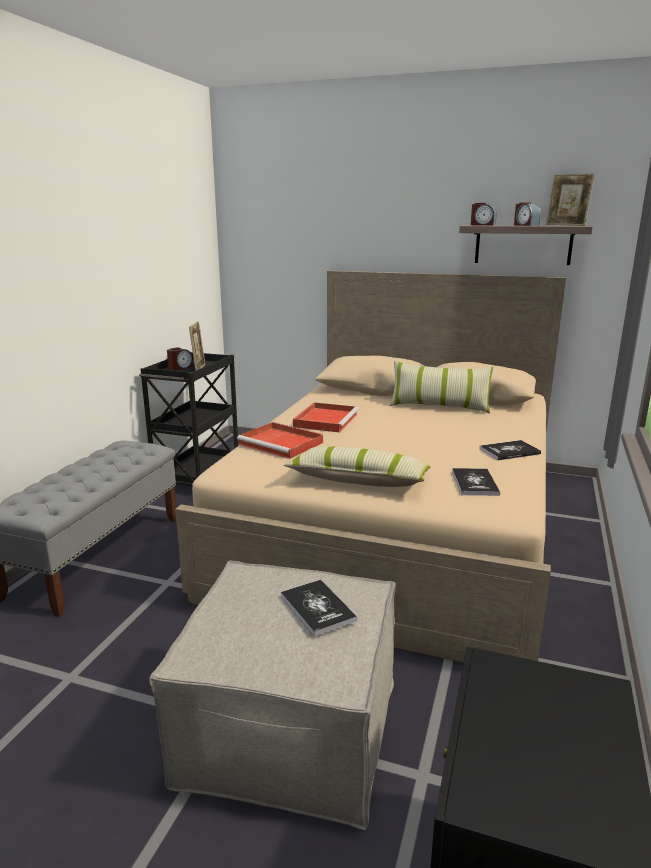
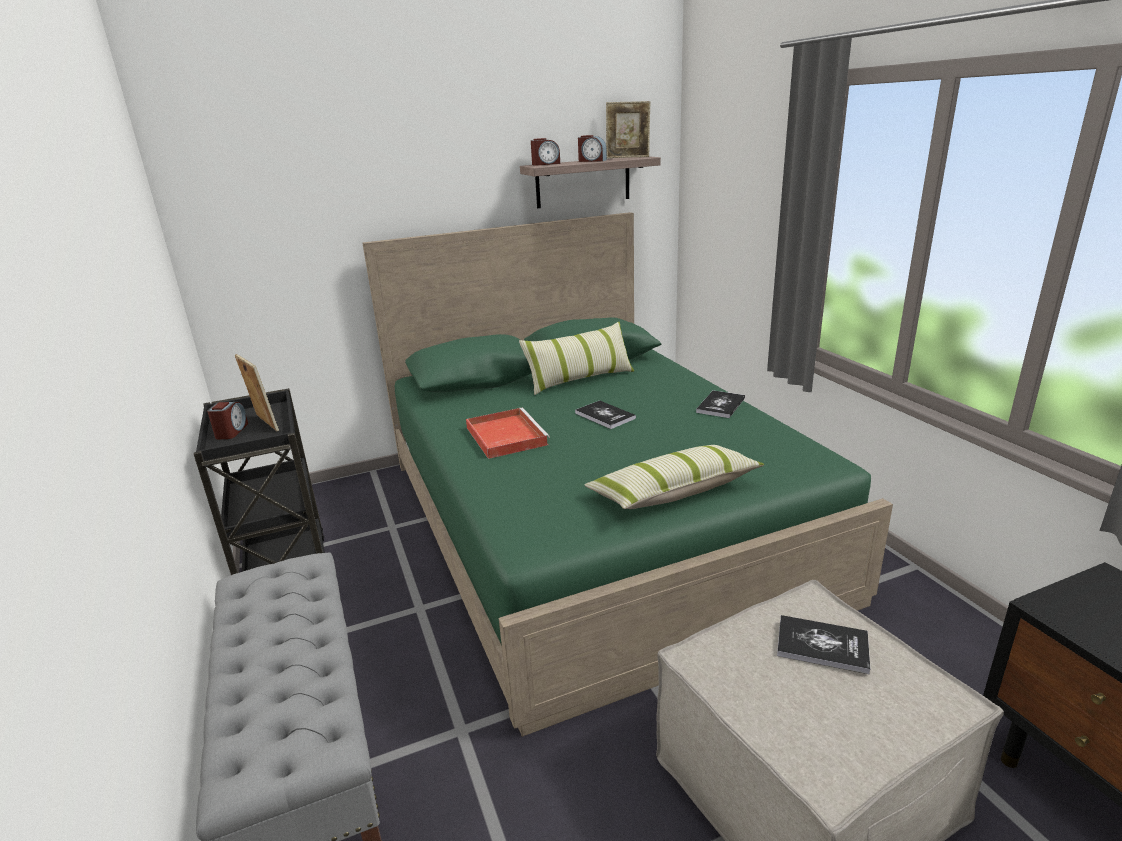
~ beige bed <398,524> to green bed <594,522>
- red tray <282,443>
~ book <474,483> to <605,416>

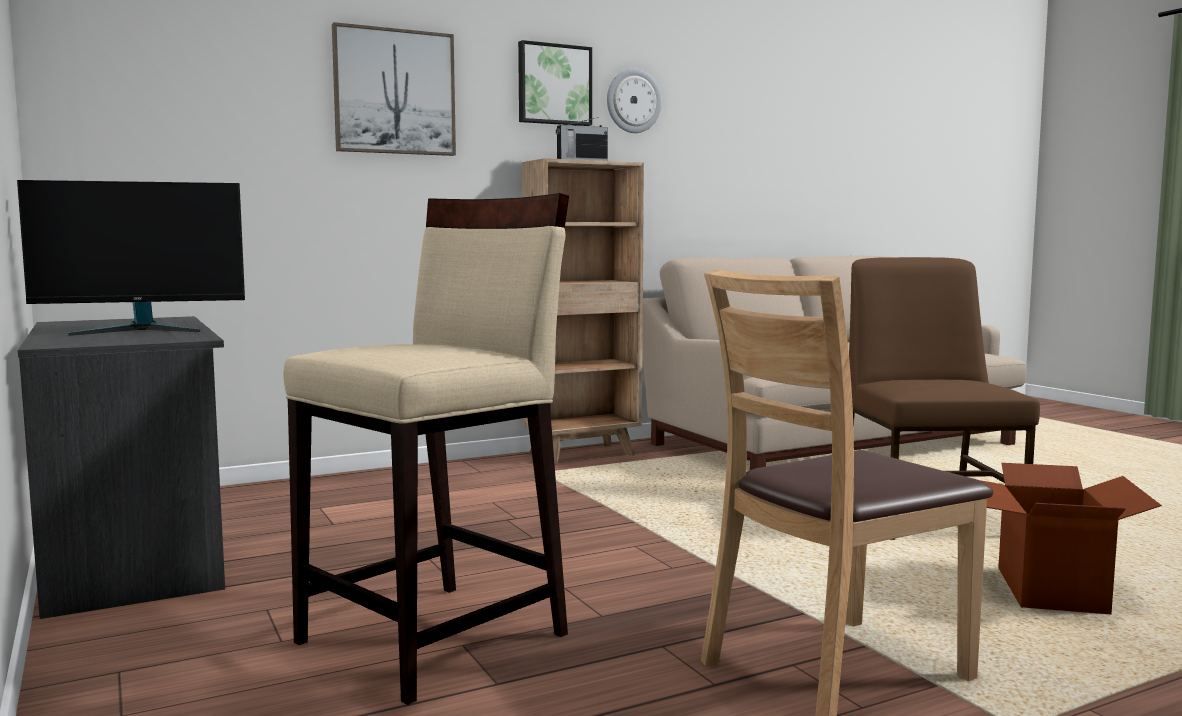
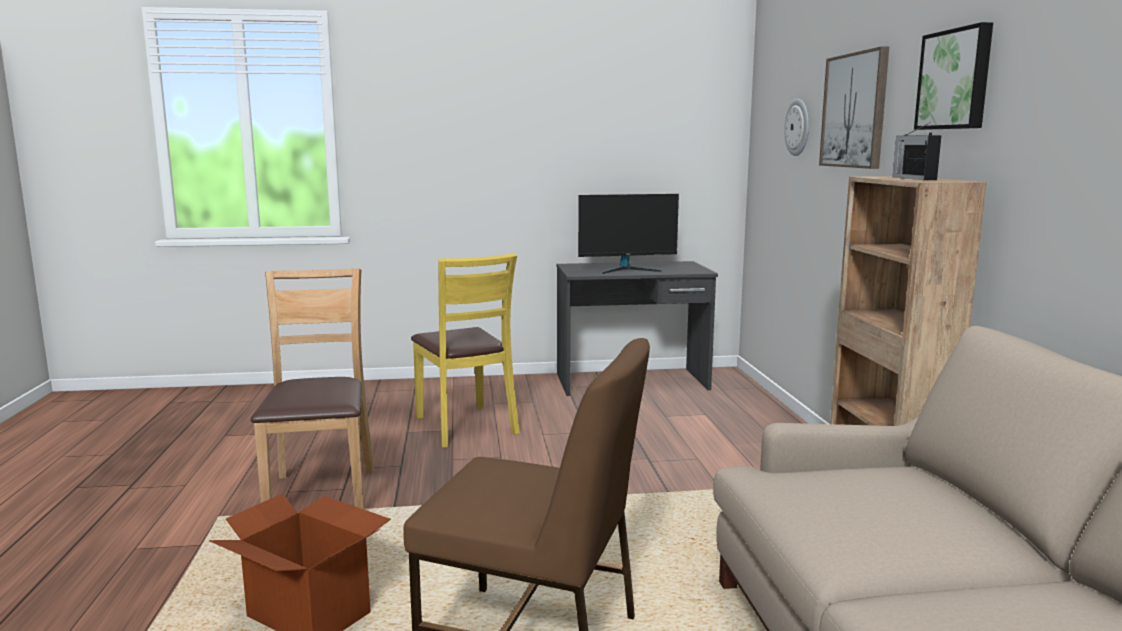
~ wall clock <633,101> to <798,127>
~ monitor <142,330> = <627,269> 105 degrees counterclockwise
~ beige stool <436,637> to yellow chair <465,426>

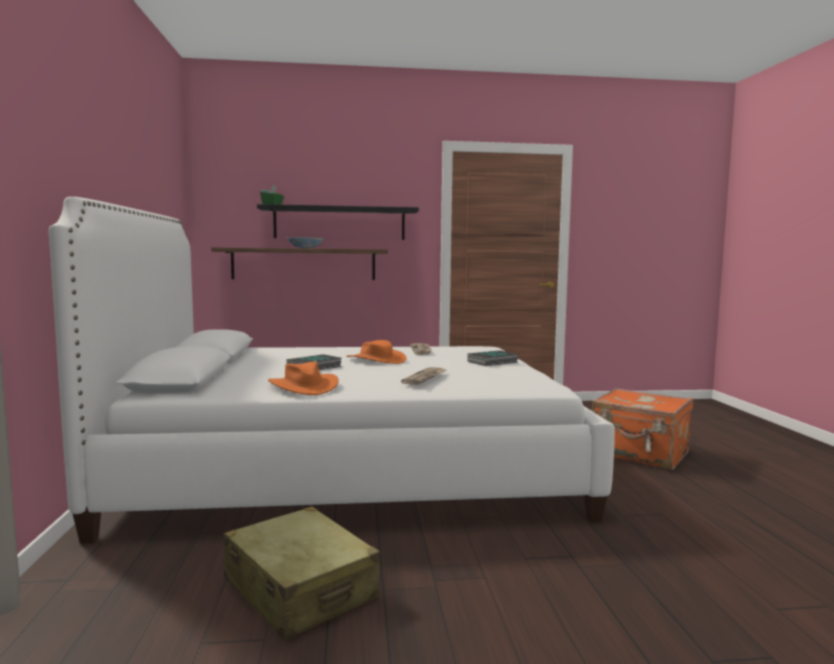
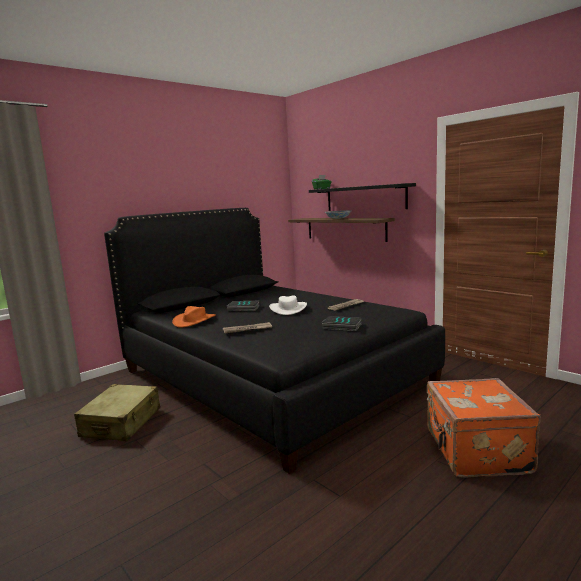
~ white bed <350,467> to black bed <270,376>
~ orange hat <376,359> to white hat <288,309>

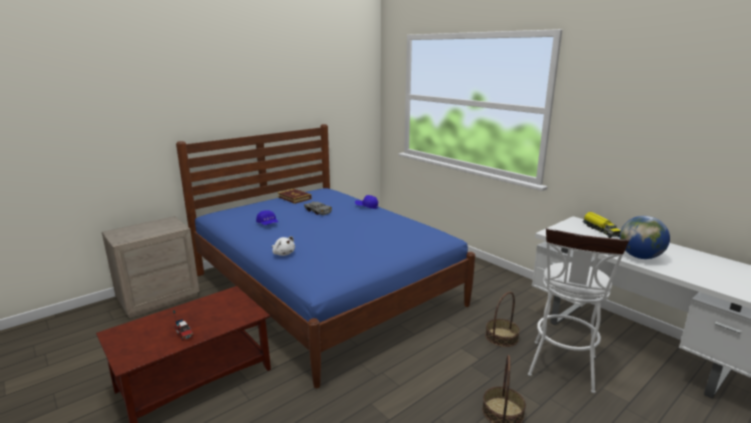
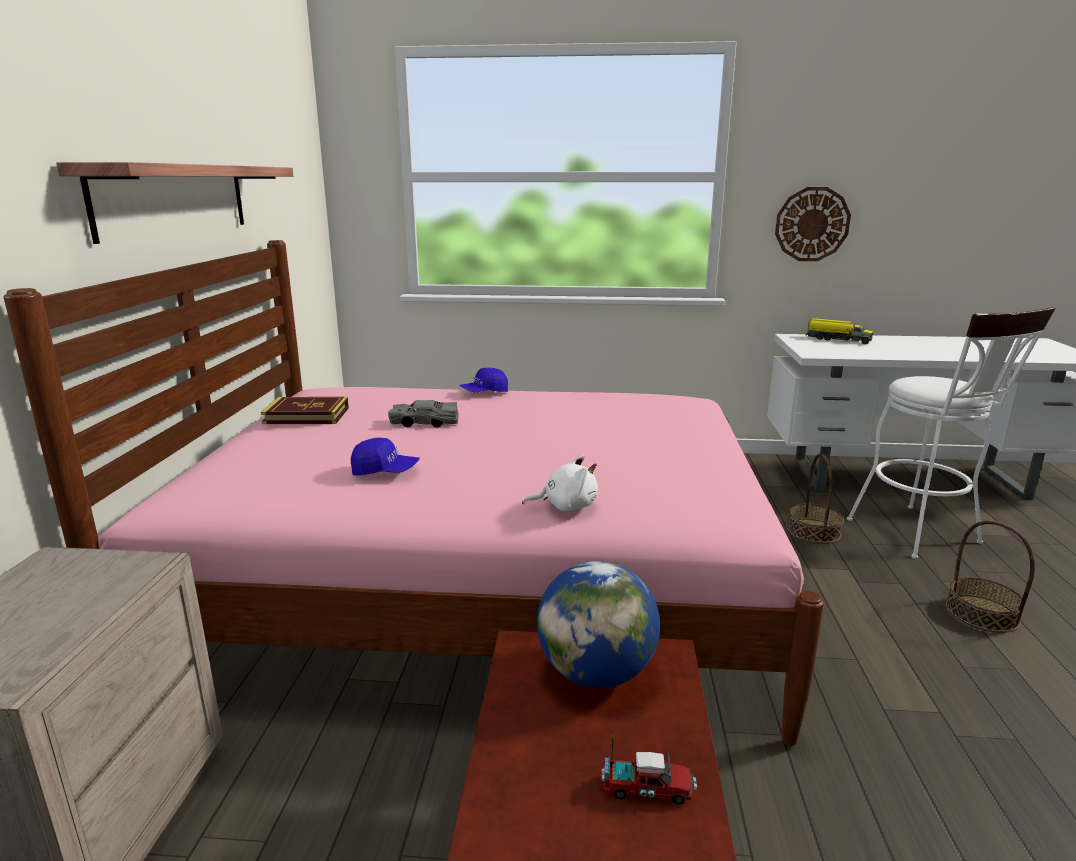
~ blue bed <324,289> to pink bed <481,588>
~ globe <639,257> to <596,673>
+ shelf <175,199>
+ wall clock <812,224>

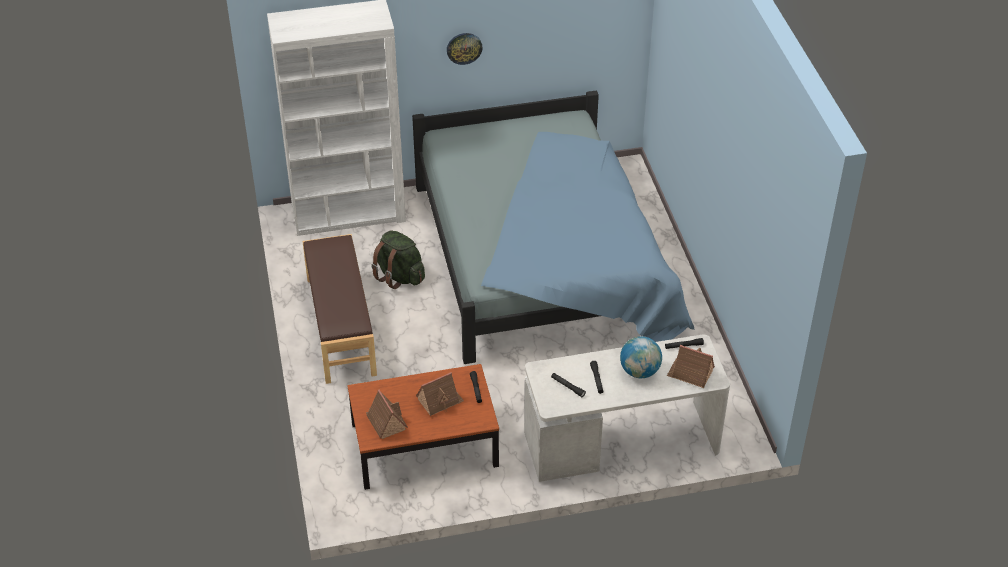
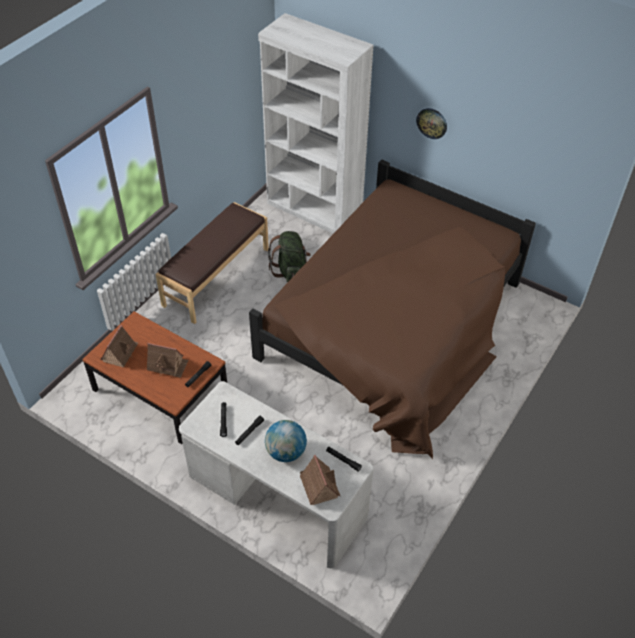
~ blue bed <544,260> to brown bed <394,327>

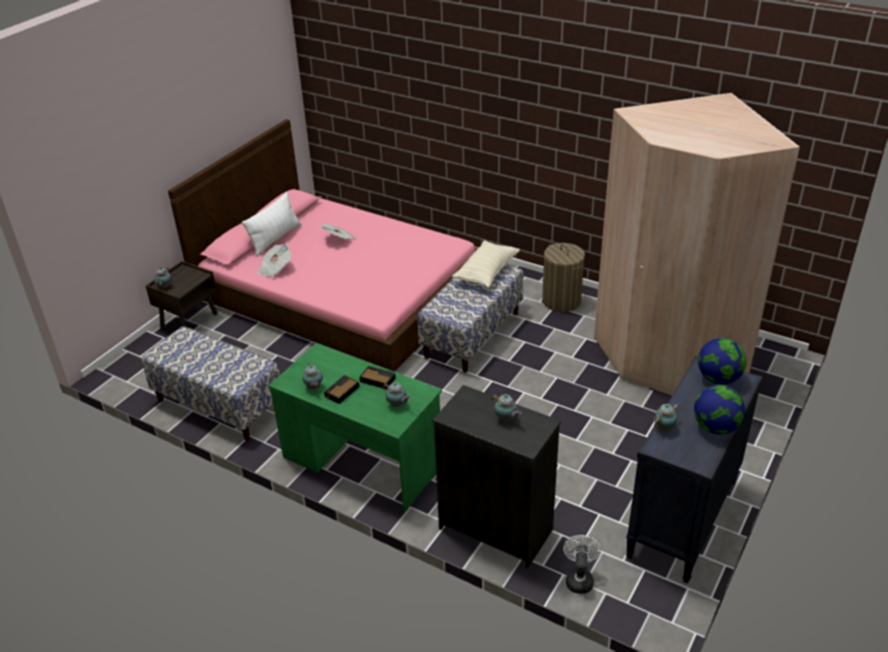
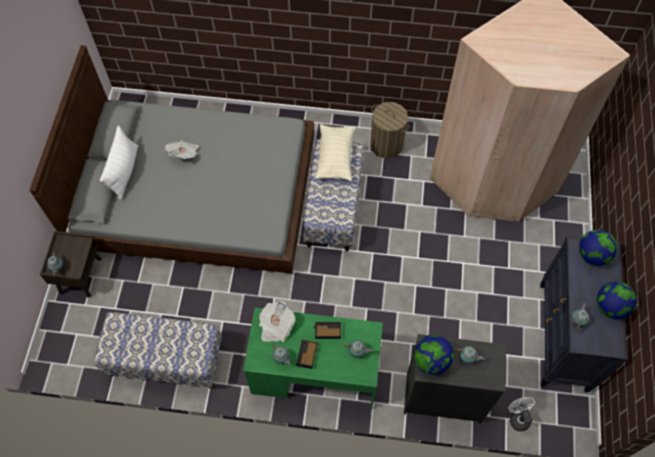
~ pink bed <340,290> to grey bed <196,192>
~ newspaper <275,269> to <275,326>
+ globe <431,360>

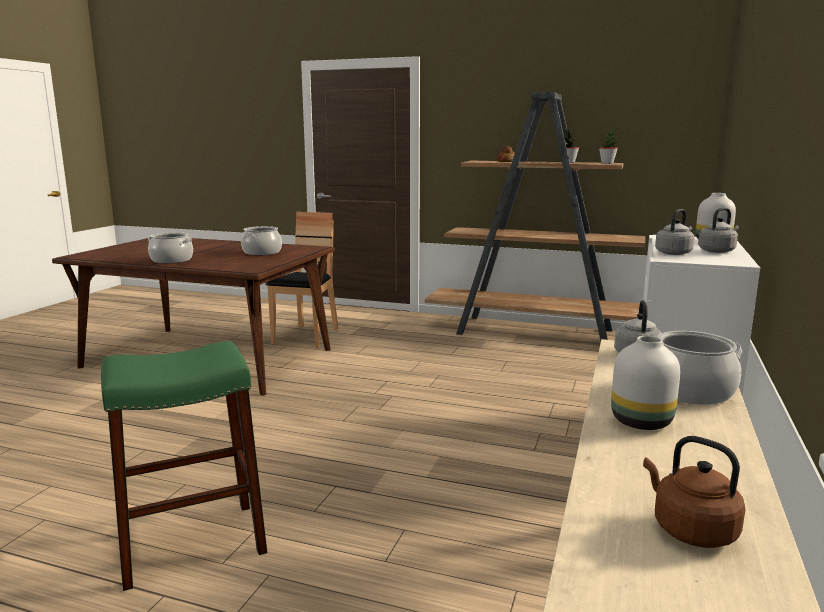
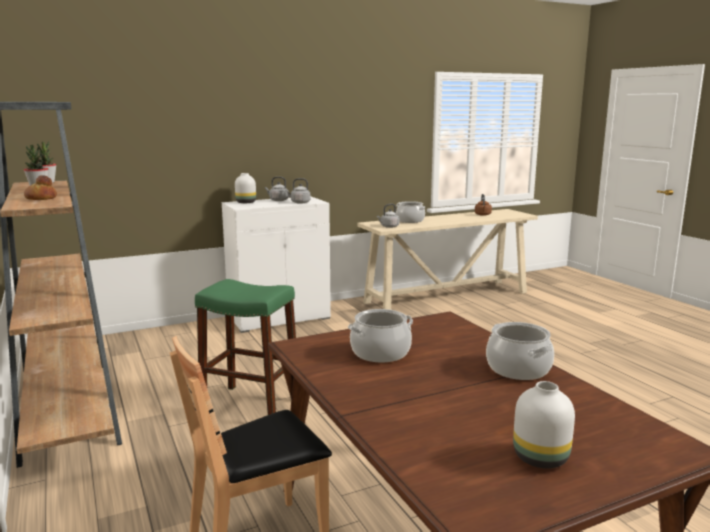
~ white vase <639,421> to <541,459>
~ green stool <192,543> to <250,405>

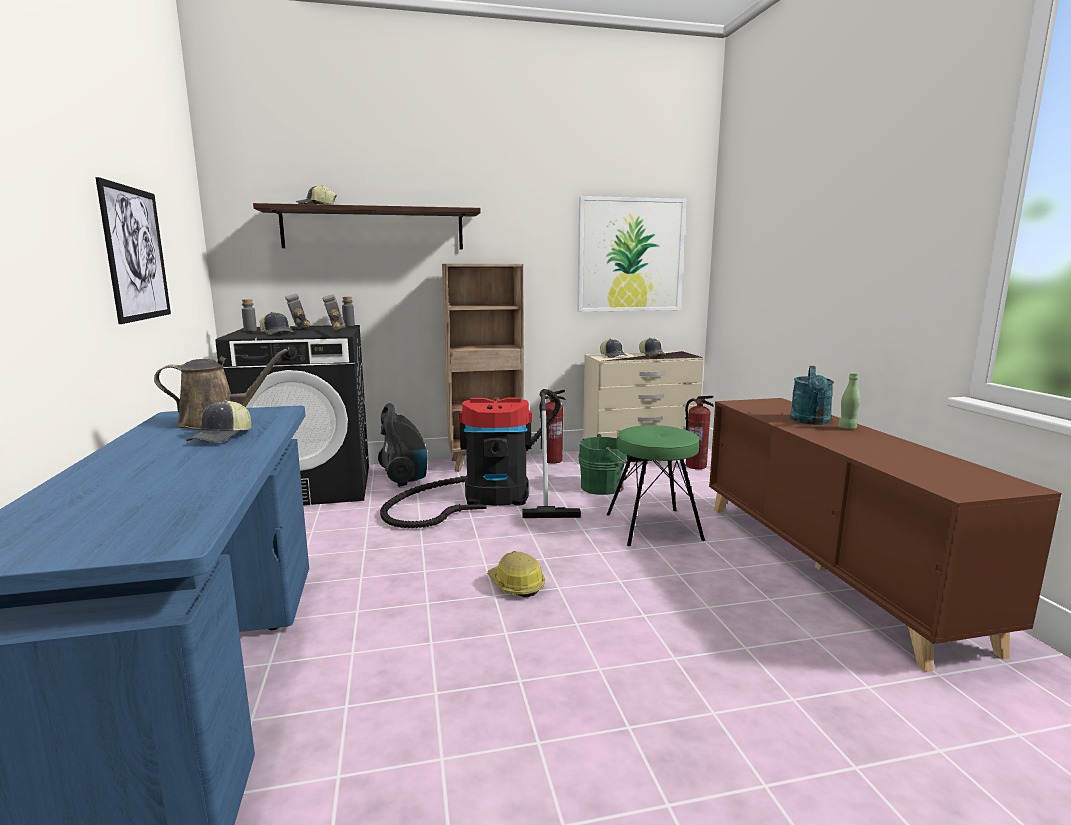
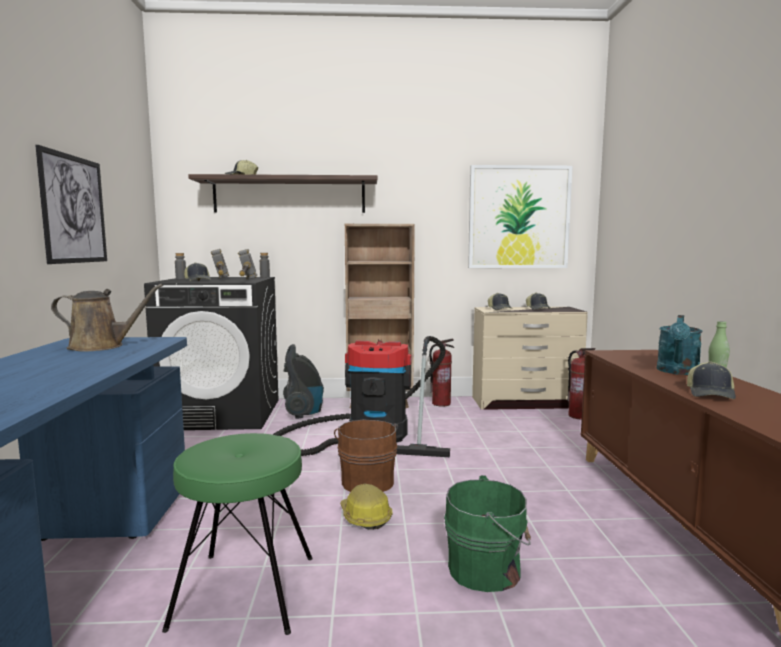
~ cap <222,437> to <711,394>
~ green stool <654,527> to <245,591>
~ green bucket <604,487> to <487,569>
+ brown bucket <367,481>

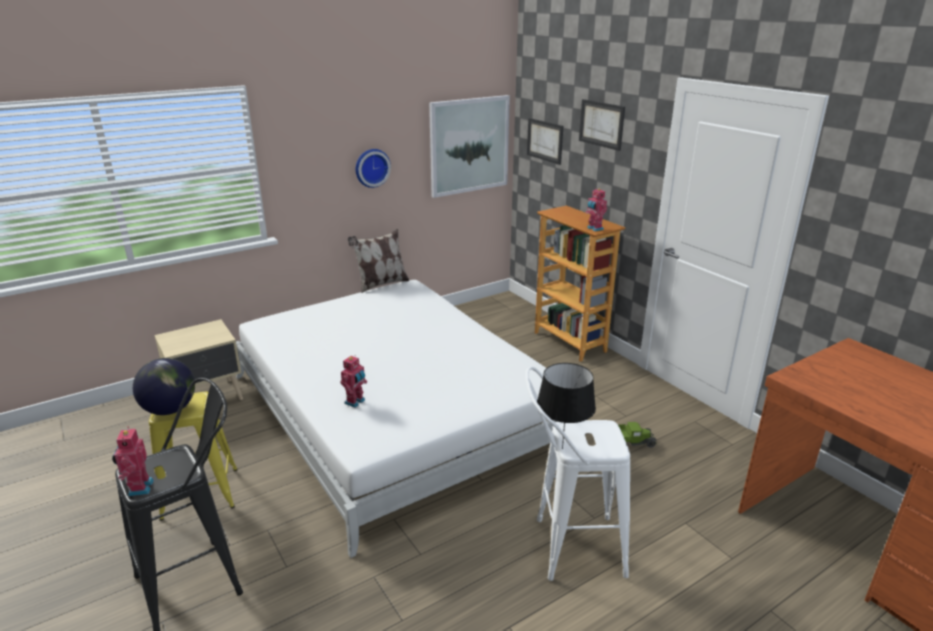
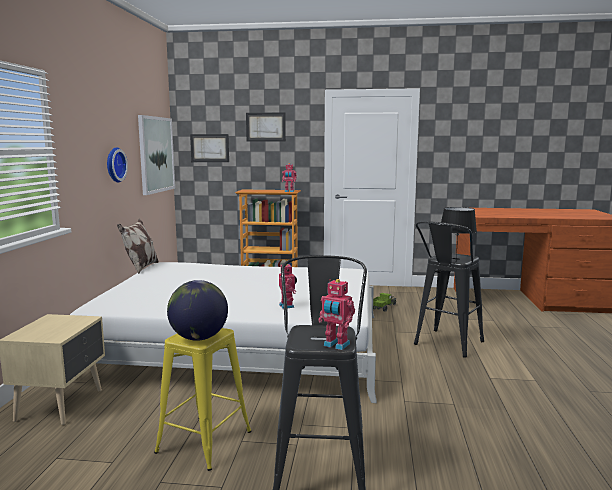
~ white stool <568,547> to black stool <445,345>

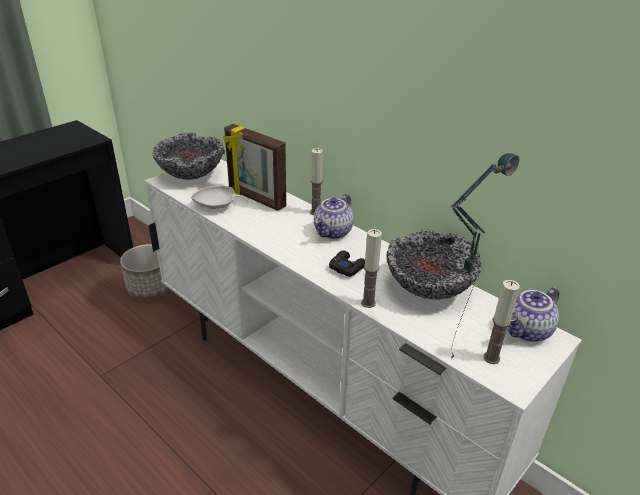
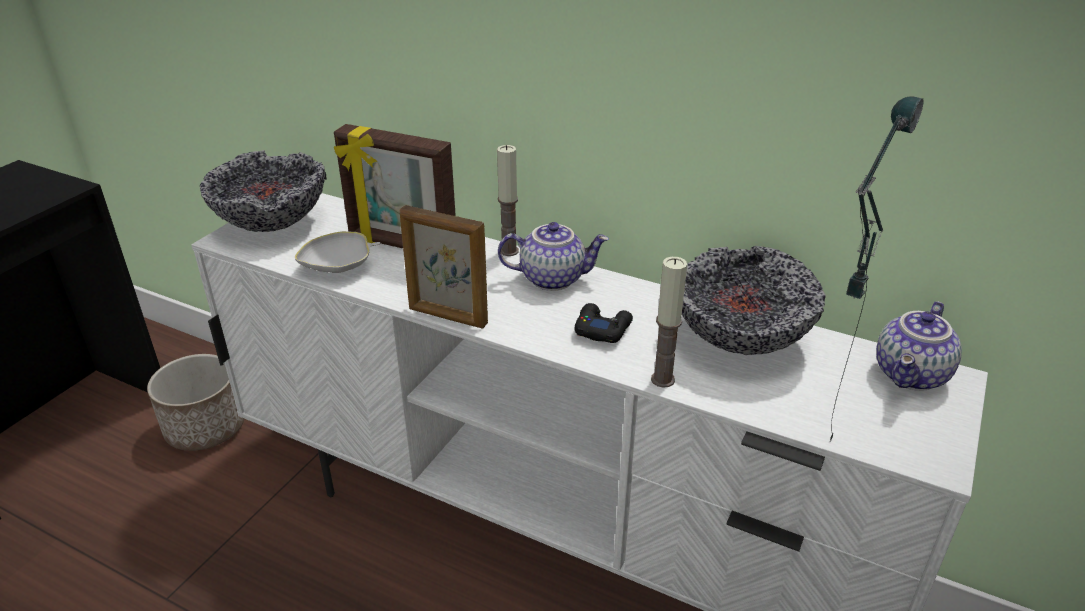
~ teapot <333,232> = <553,278> 105 degrees counterclockwise
- candle <491,358>
+ picture frame <447,317>

